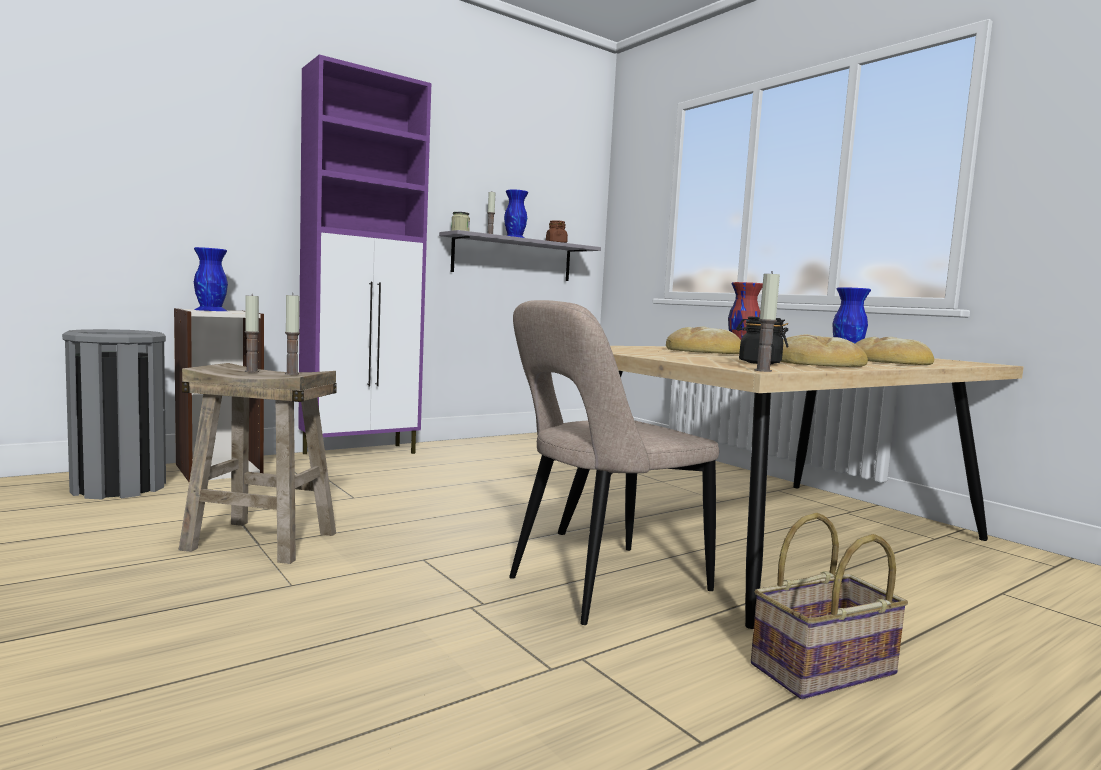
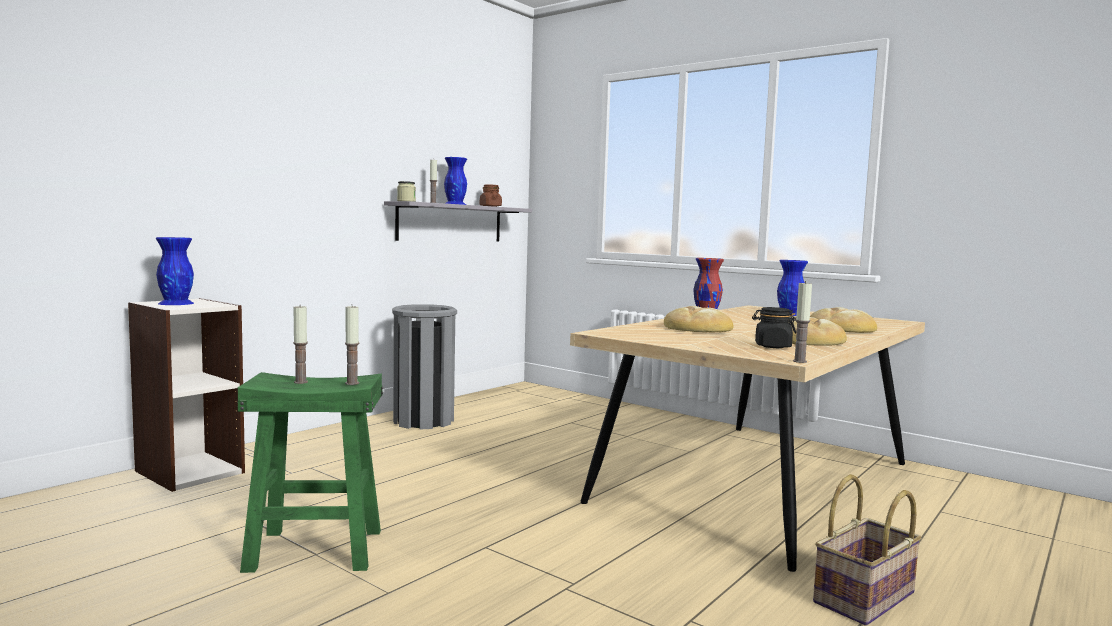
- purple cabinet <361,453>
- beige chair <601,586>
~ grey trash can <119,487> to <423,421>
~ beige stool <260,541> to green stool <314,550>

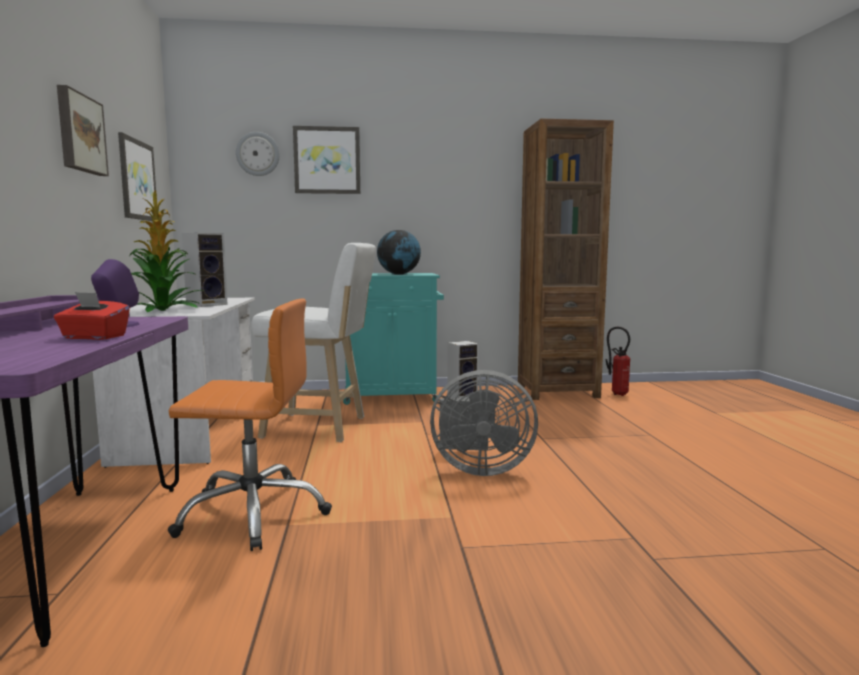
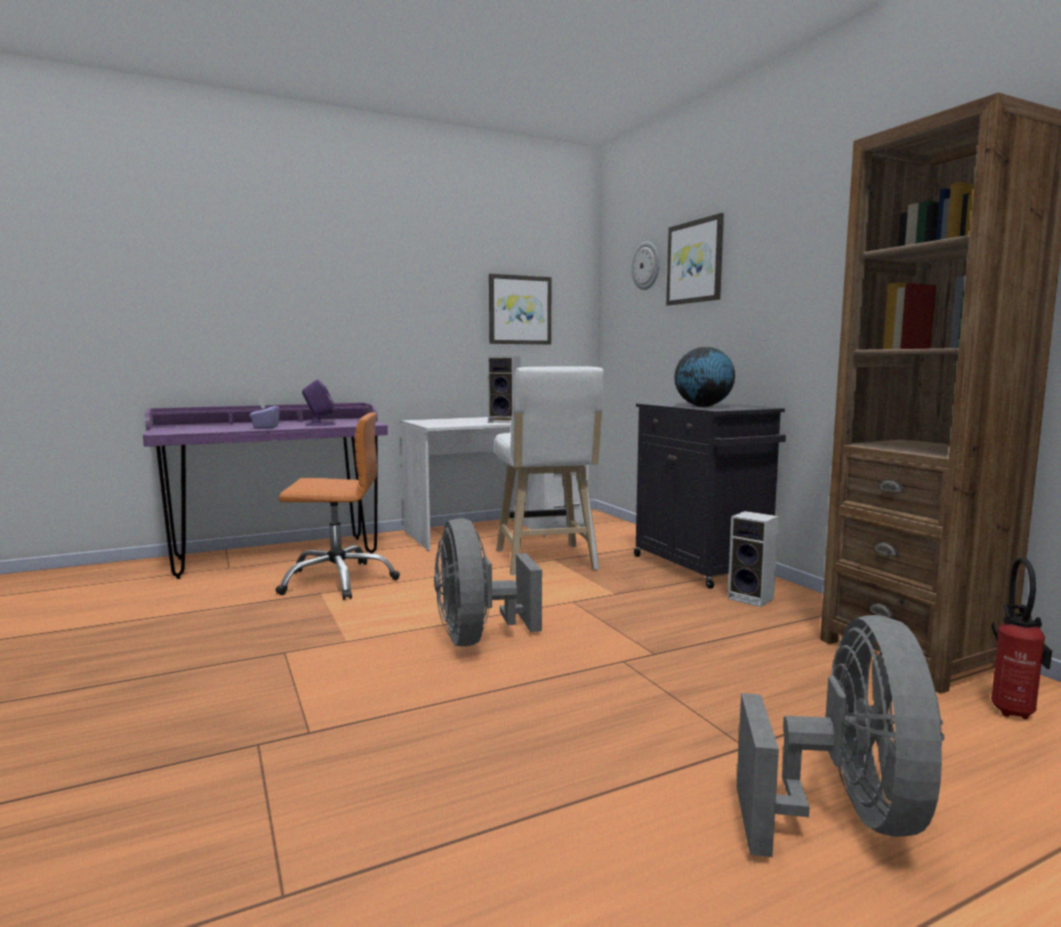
- picture <79,133>
- potted plant <164,310>
~ turquoise cabinet <393,396> to black cabinet <702,567>
~ red tissue box <94,337> to purple tissue box <265,427>
~ orange office chair <253,513> = <338,581> 75 degrees counterclockwise
+ grey fan <846,815>

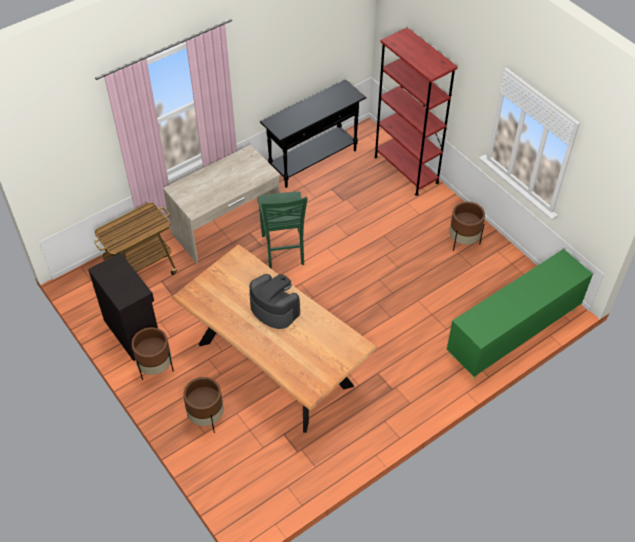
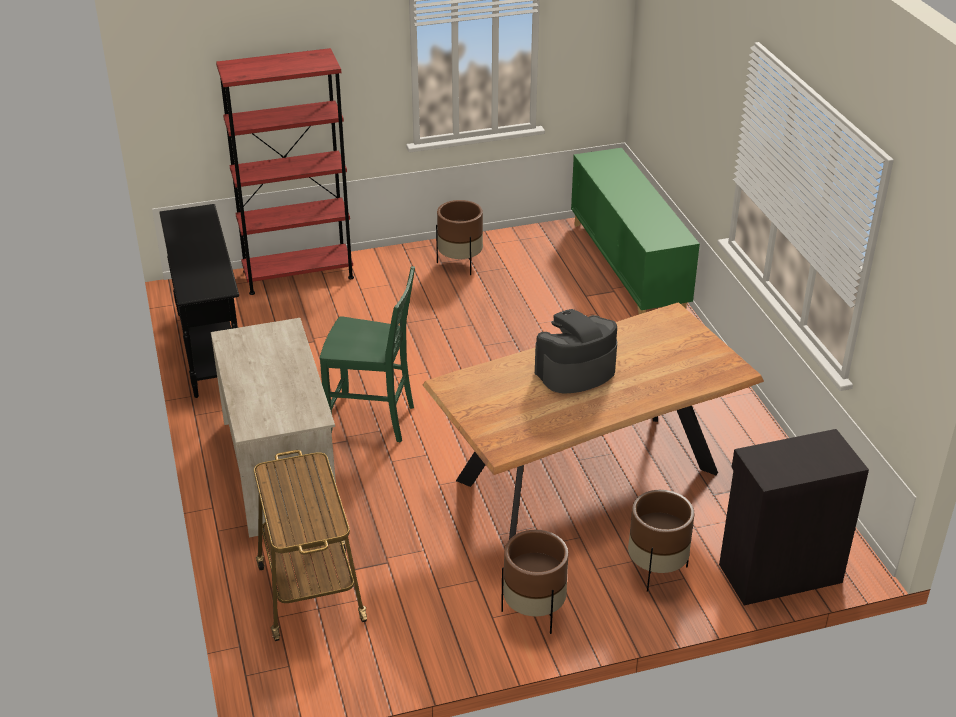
~ black cabinet <133,331> to <778,572>

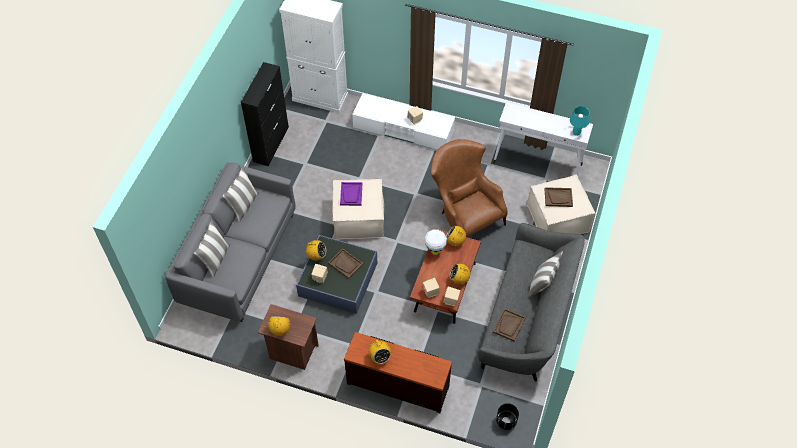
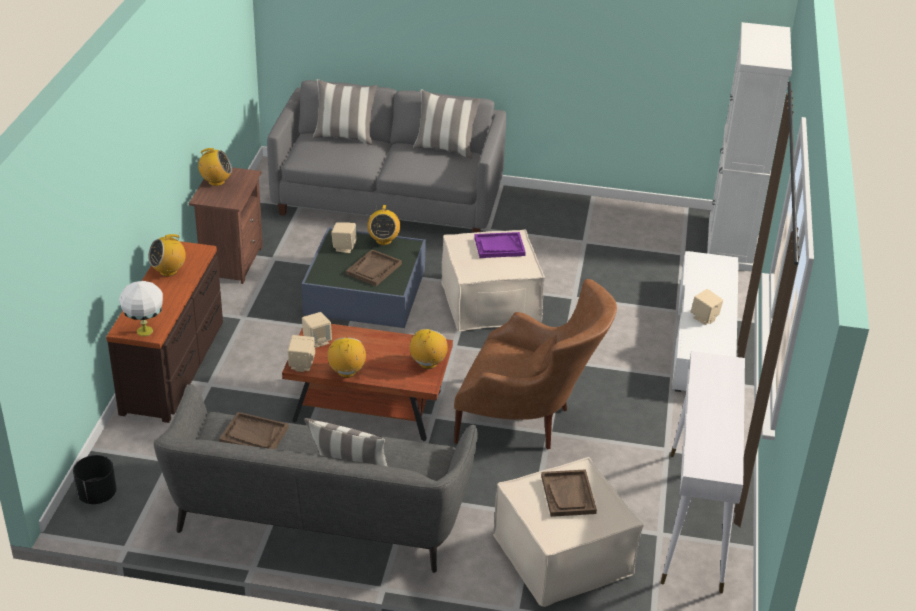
- black cabinet <271,144>
- turquoise table lamp <576,133>
~ brown armchair <464,216> = <529,422> 60 degrees clockwise
~ white table lamp <434,251> to <145,330>

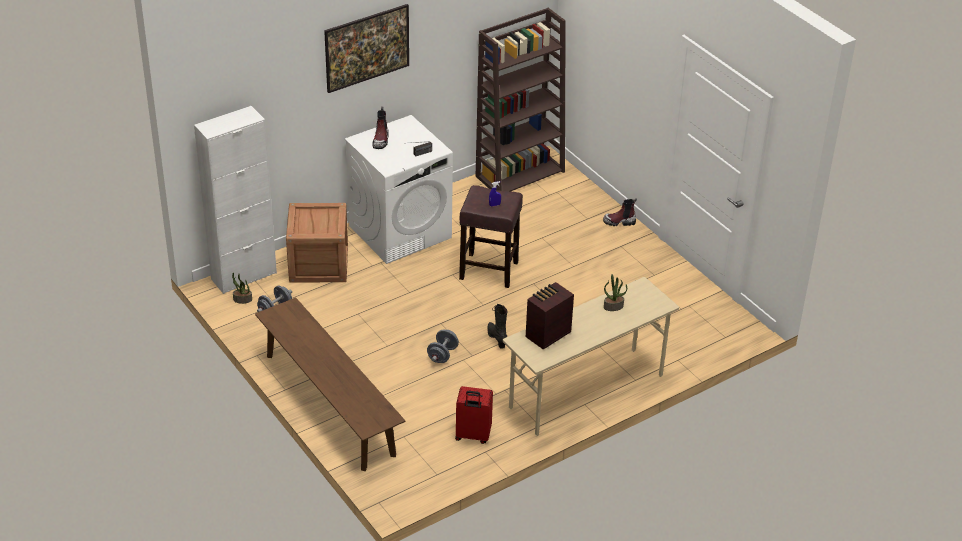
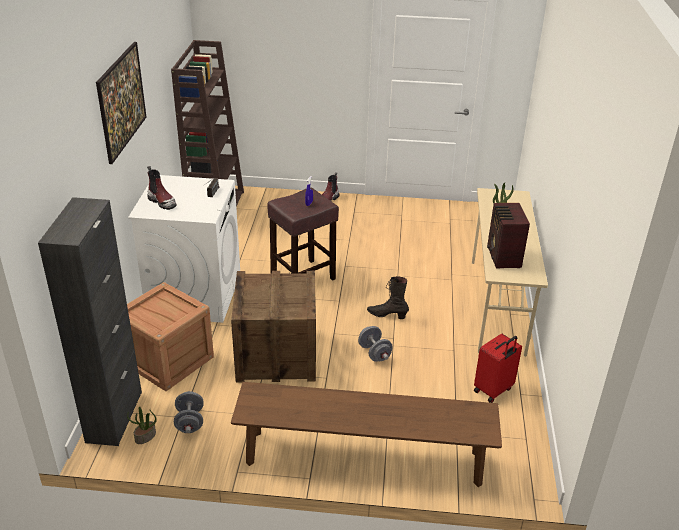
~ white cabinet <244,276> to black cabinet <114,417>
+ crate <276,355>

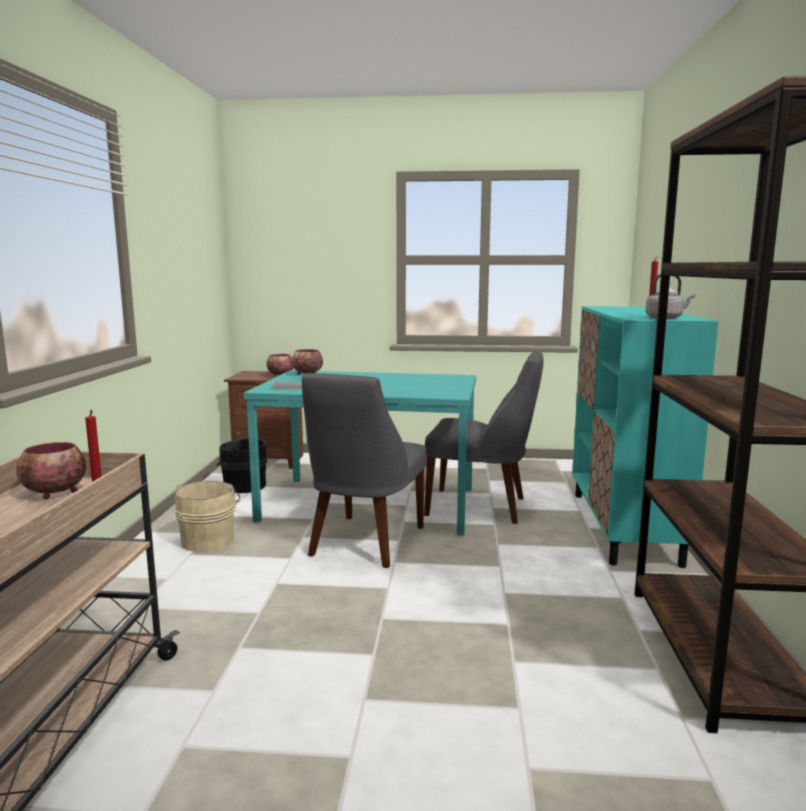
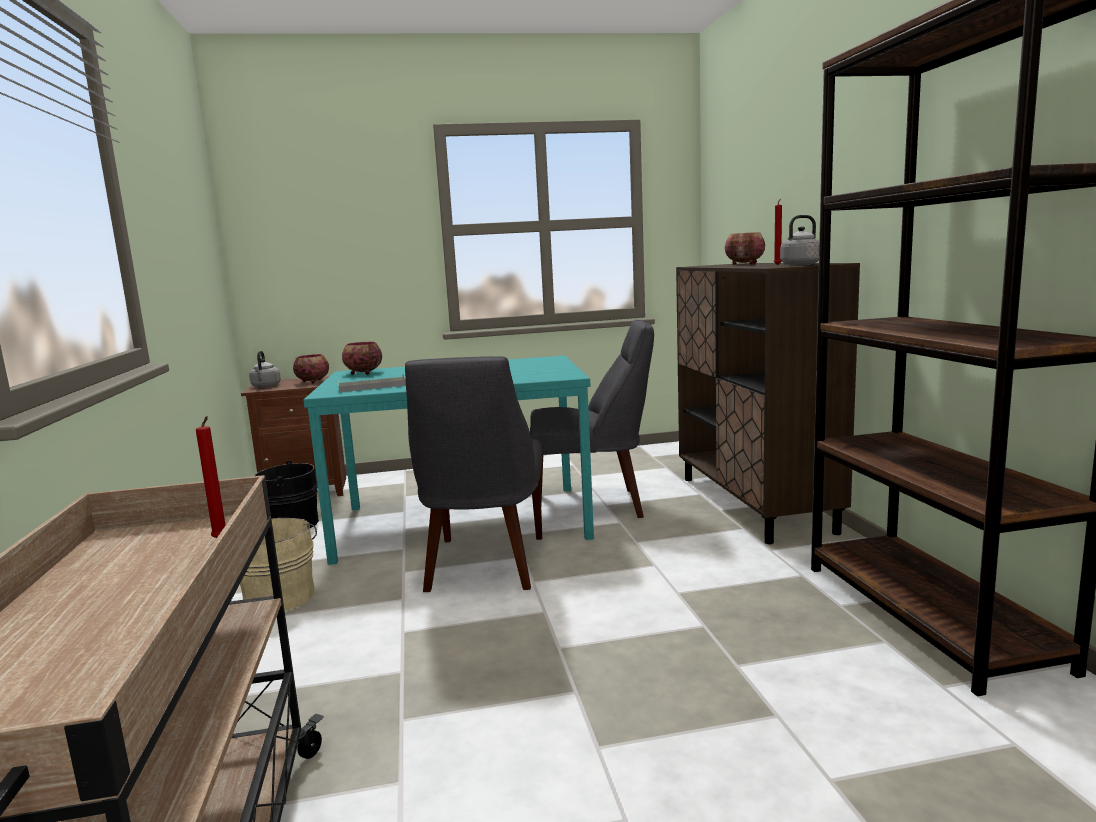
~ turquoise cabinet <623,527> to brown cabinet <754,504>
~ bowl <54,493> to <745,264>
+ grey kettle <265,386>

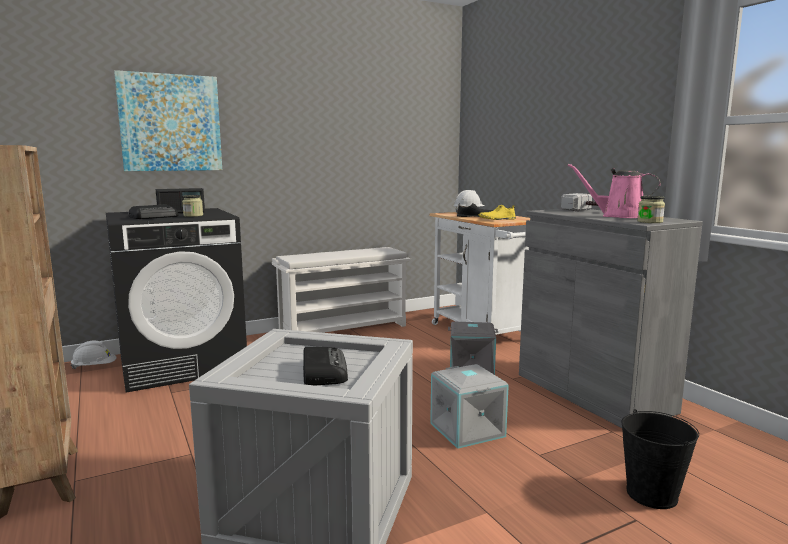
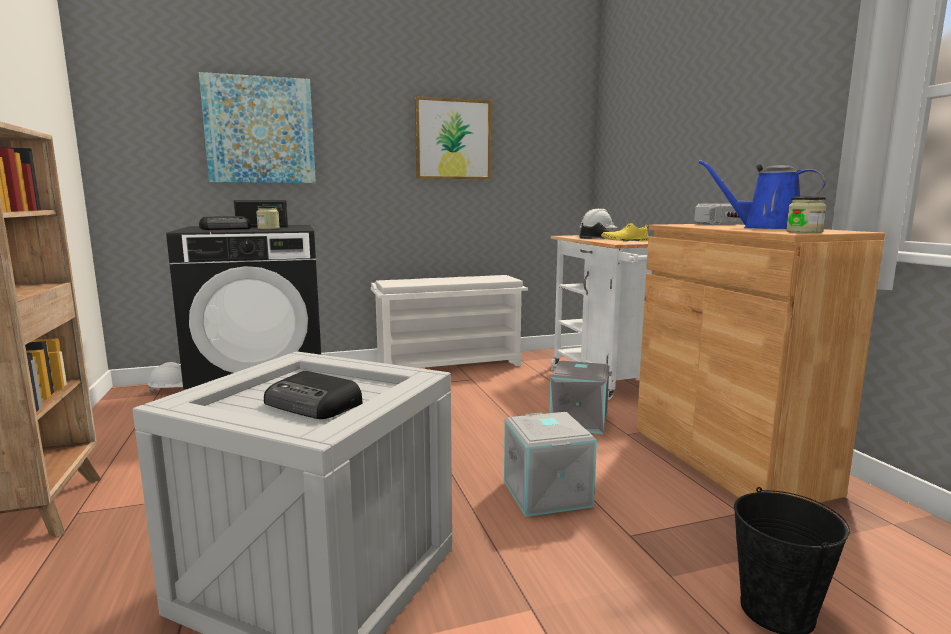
~ pink watering can <618,216> to blue watering can <765,228>
~ grey cabinet <593,392> to brown cabinet <728,459>
~ radio <323,371> = <314,404> 120 degrees clockwise
+ picture <453,139>

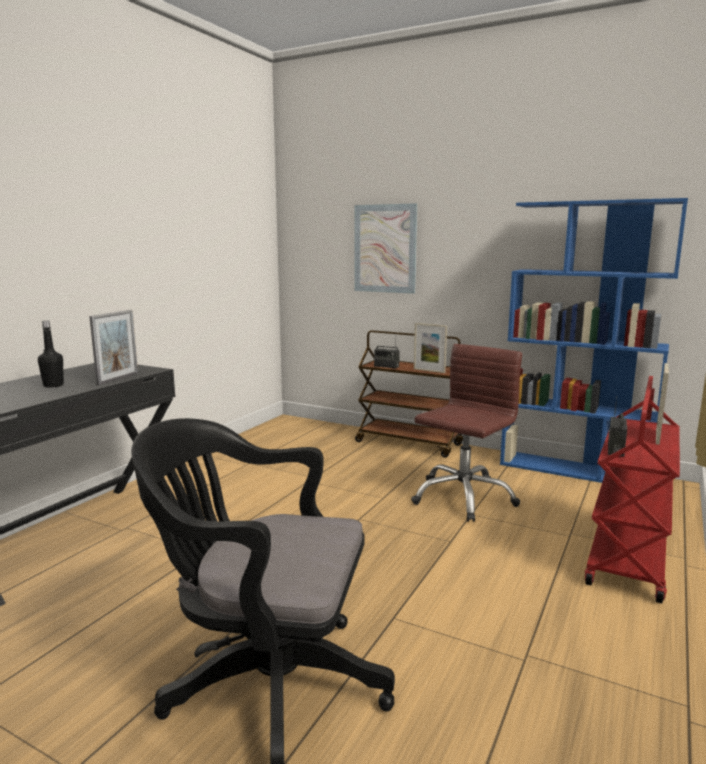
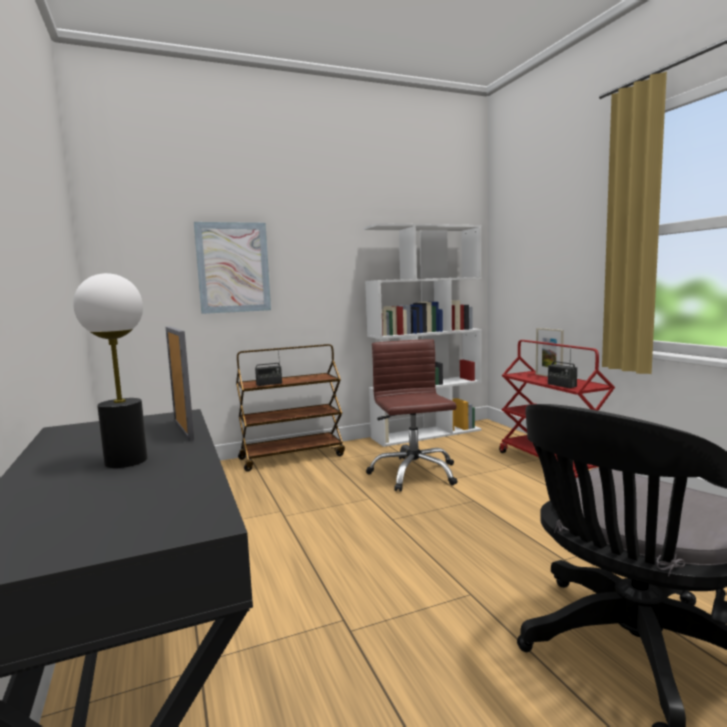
~ blue bookcase <574,470> to white bookcase <427,434>
~ black bottle <53,385> to table lamp <126,461>
- picture frame <429,371>

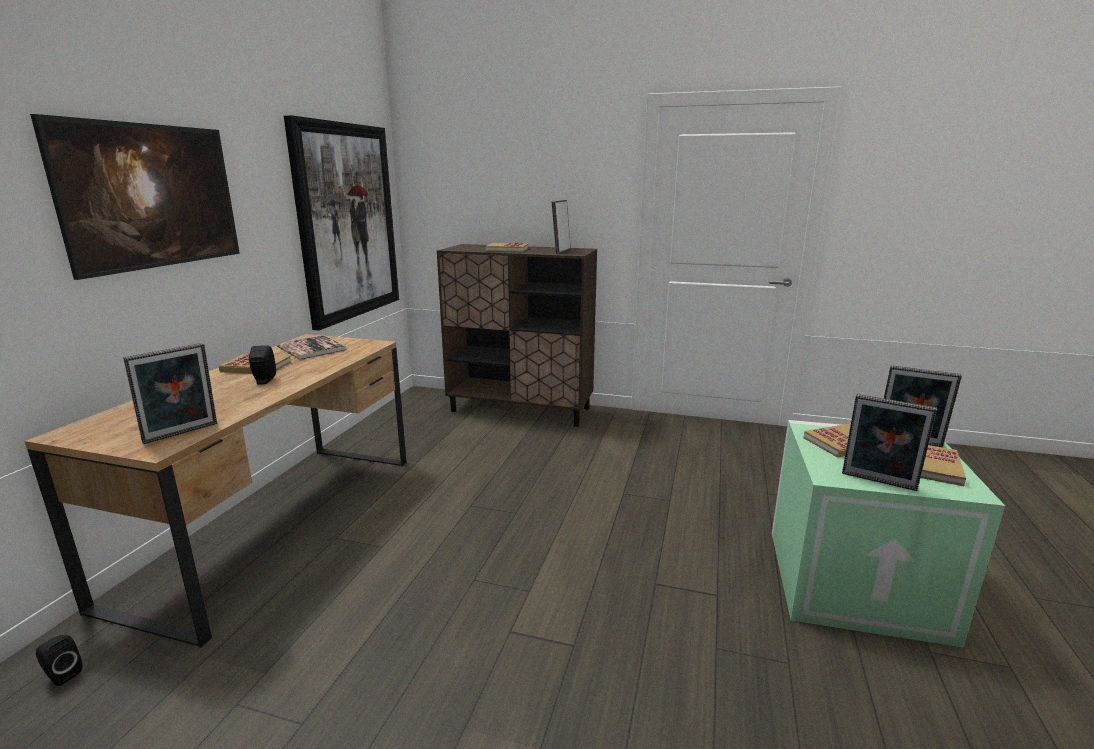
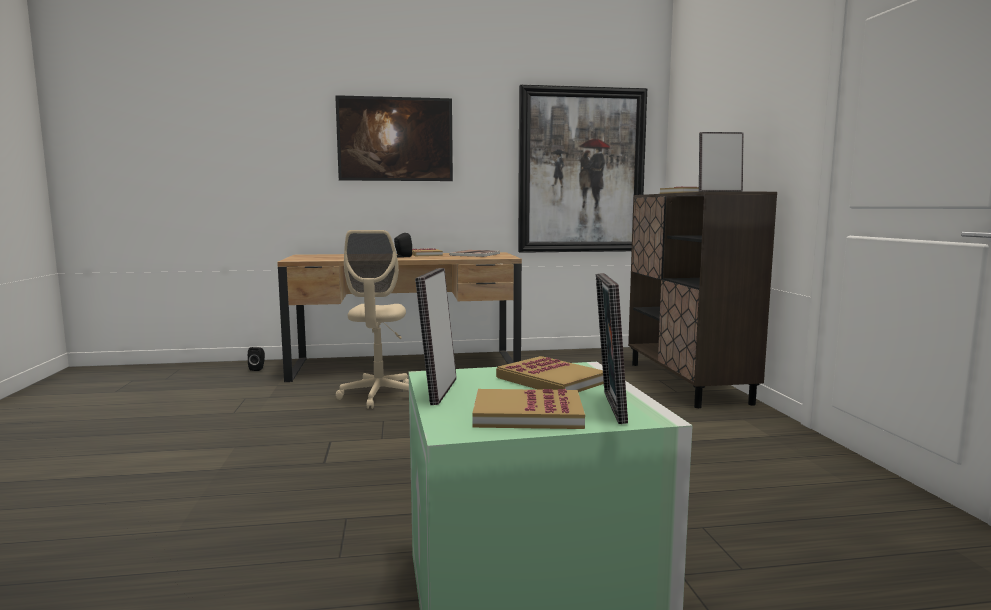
- picture frame <182,434>
+ beige office chair <379,396>

